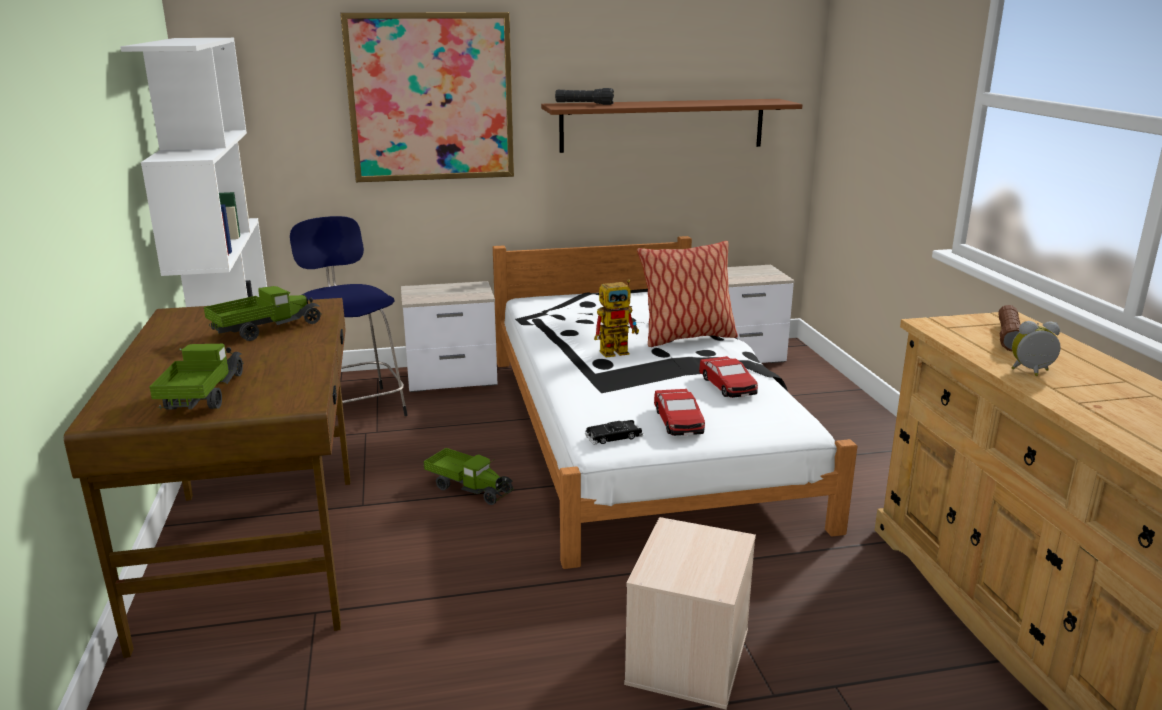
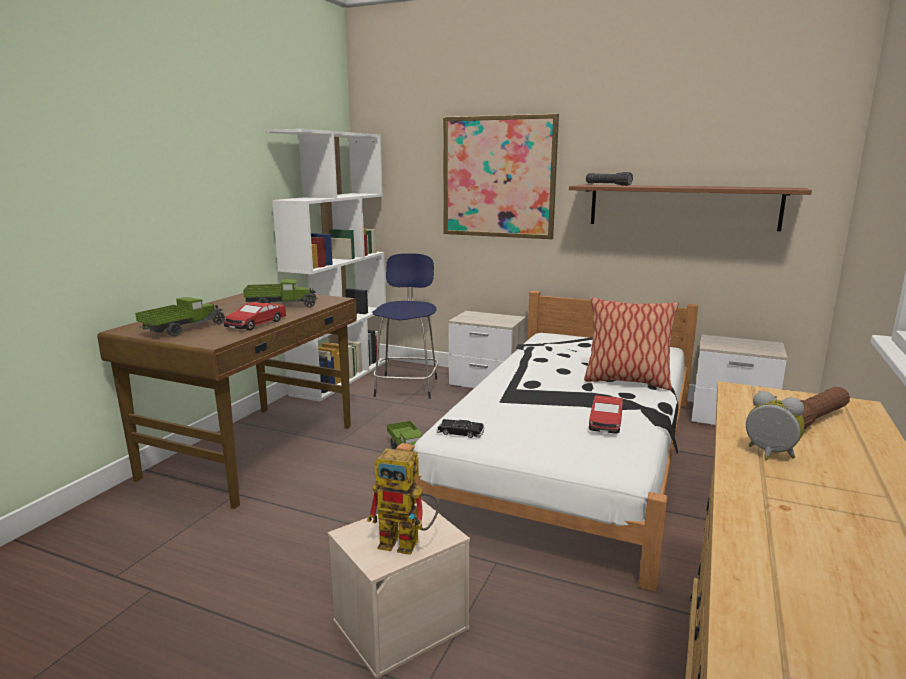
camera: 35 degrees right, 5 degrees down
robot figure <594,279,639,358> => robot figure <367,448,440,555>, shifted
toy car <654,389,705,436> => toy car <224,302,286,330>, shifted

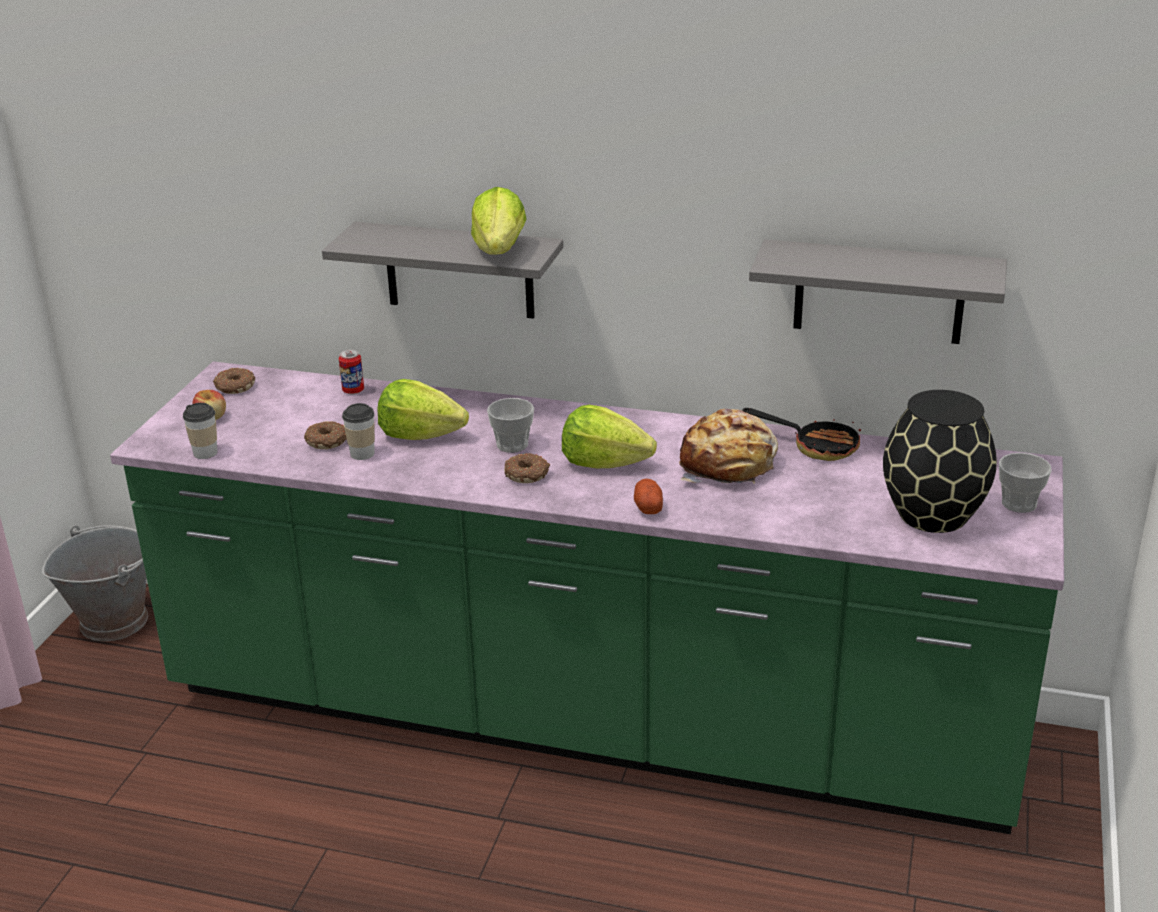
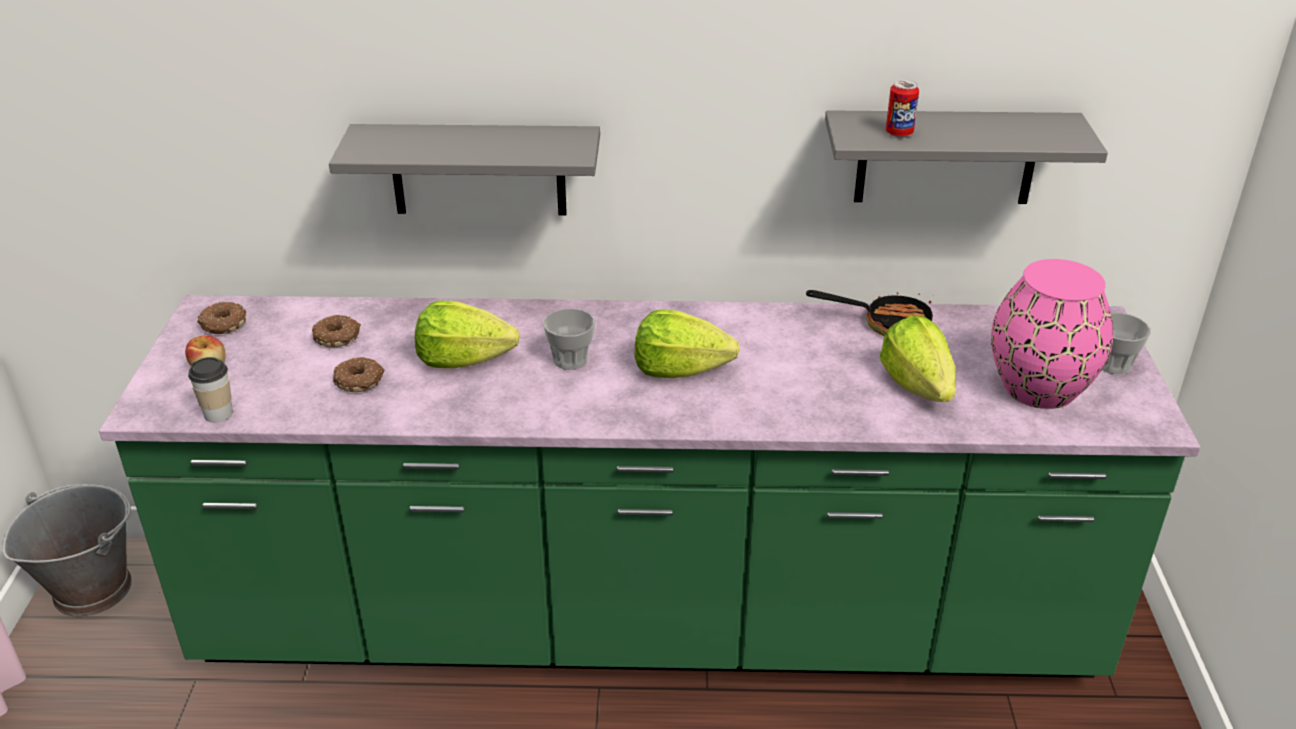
camera: 15 degrees left, 5 degrees up
can <339,350,364,395> => can <886,79,919,137>, shifted
drinking cup <342,403,375,460> => nothing
lettuce <471,187,526,255> => lettuce <880,316,956,402>, shifted
doughnut <504,453,551,483> => doughnut <312,315,361,347>, shifted
spud <634,479,663,514> => nothing
bakery bread <679,409,778,484> => nothing
black-coloured vase <883,390,997,533> => pink vase <991,259,1113,409>

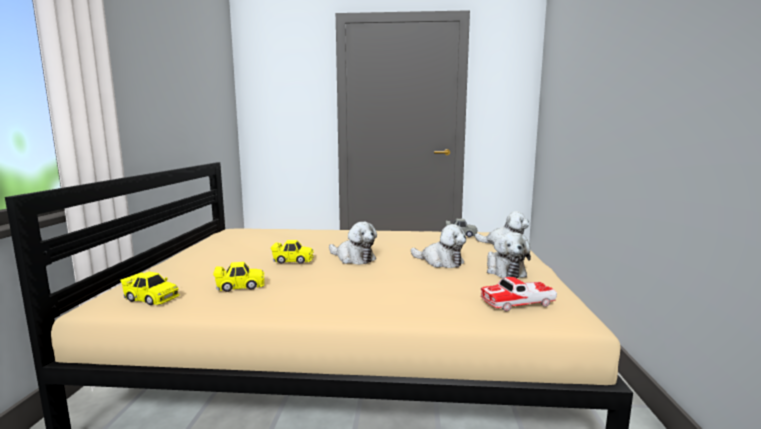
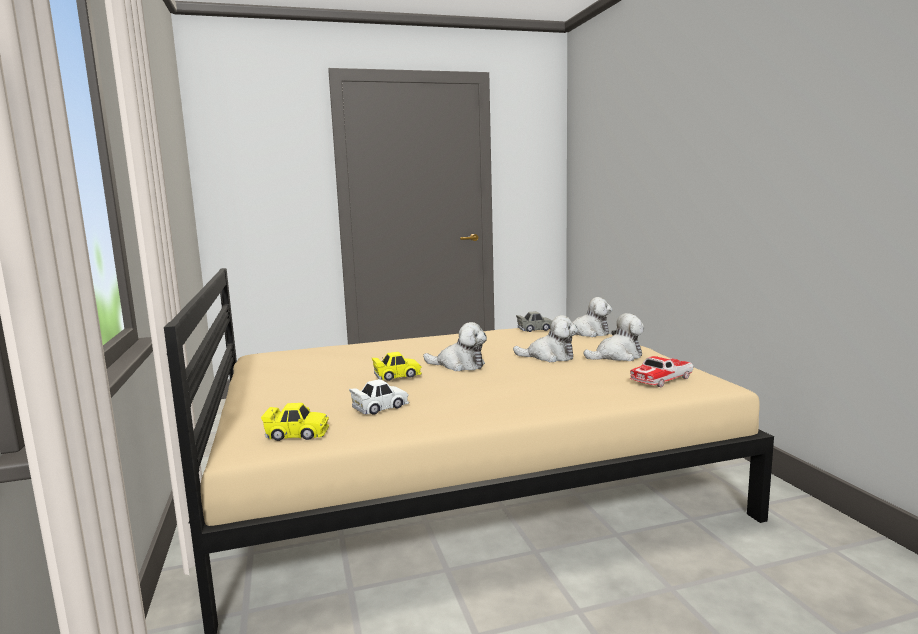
camera: 20 degrees left, 0 degrees up
yellow-coloured toy car <213,262,265,292> => whitish toy car <349,379,409,415>
soft toy <487,232,531,278> => soft toy <583,313,644,361>, 75 degrees counterclockwise

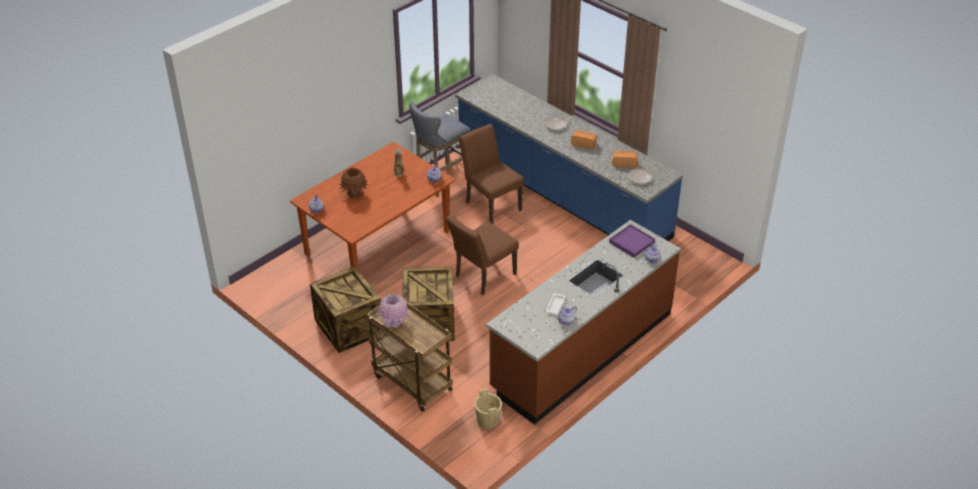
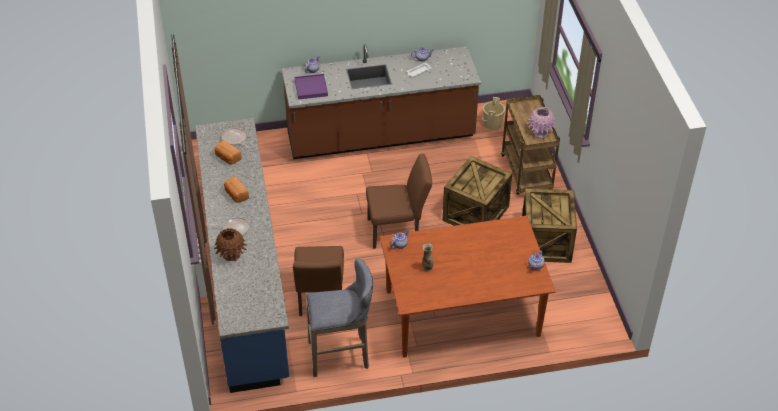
camera: 145 degrees left, 5 degrees up
brown-coloured vase <339,167,368,199> => brown-coloured vase <214,228,247,261>, shifted

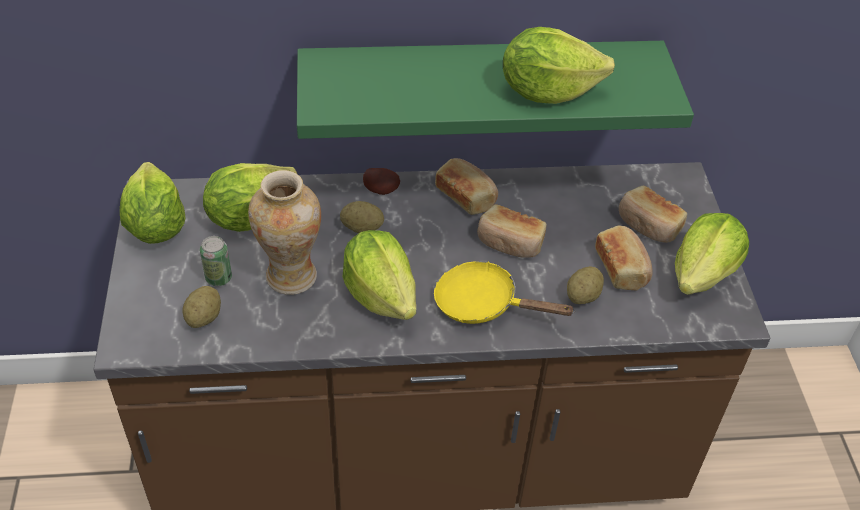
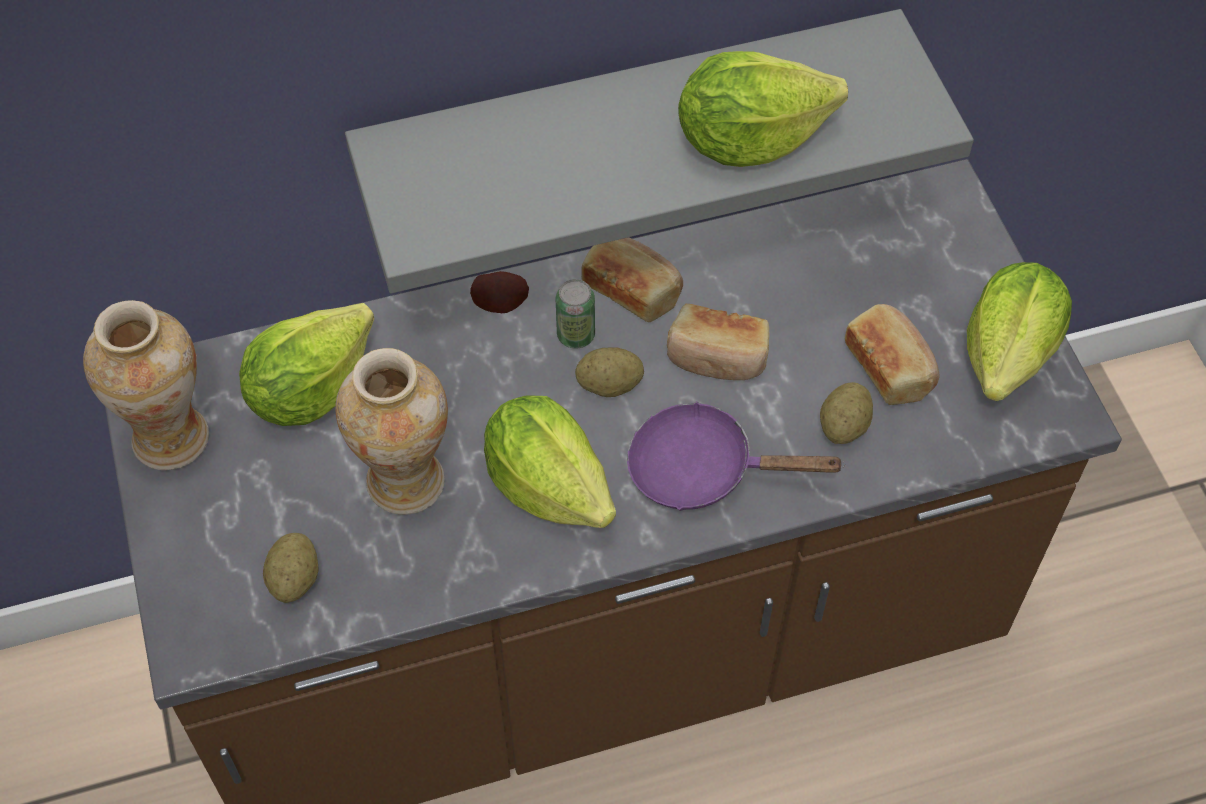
camera: 10 degrees left, 10 degrees up
lettuce <120,162,186,244> => vase <83,300,209,470>
can <200,236,232,286> => can <556,279,595,349>, shifted
green bracket shelf <297,41,694,139> => gray bracket shelf <345,9,974,293>
spud <340,201,384,233> => spud <575,347,644,397>, shifted
yellow-coloured pan <434,261,575,324> => purplish pan <627,401,845,511>
bakery bread <619,186,687,243> => nothing

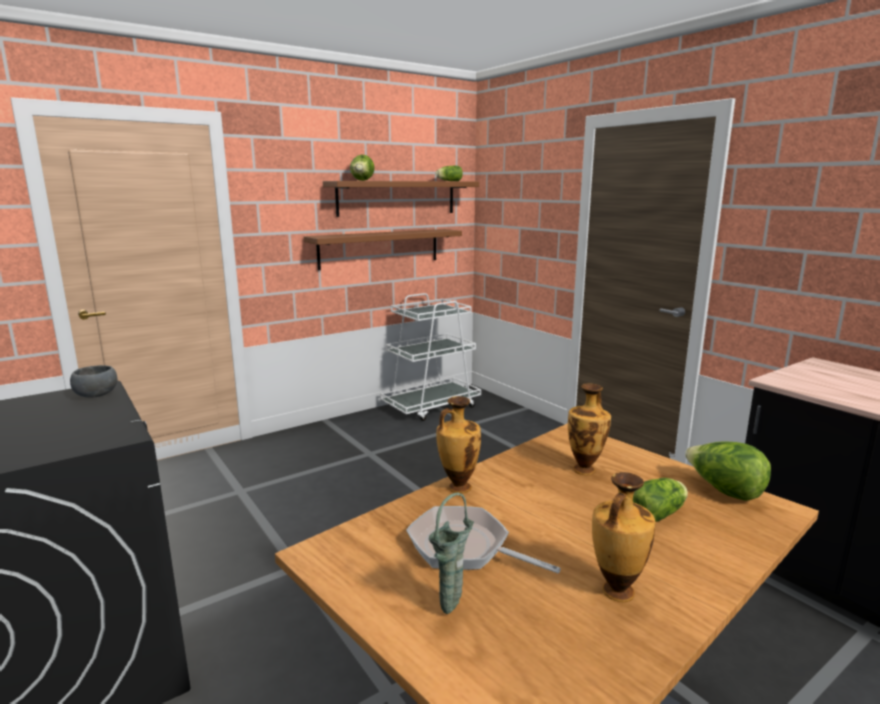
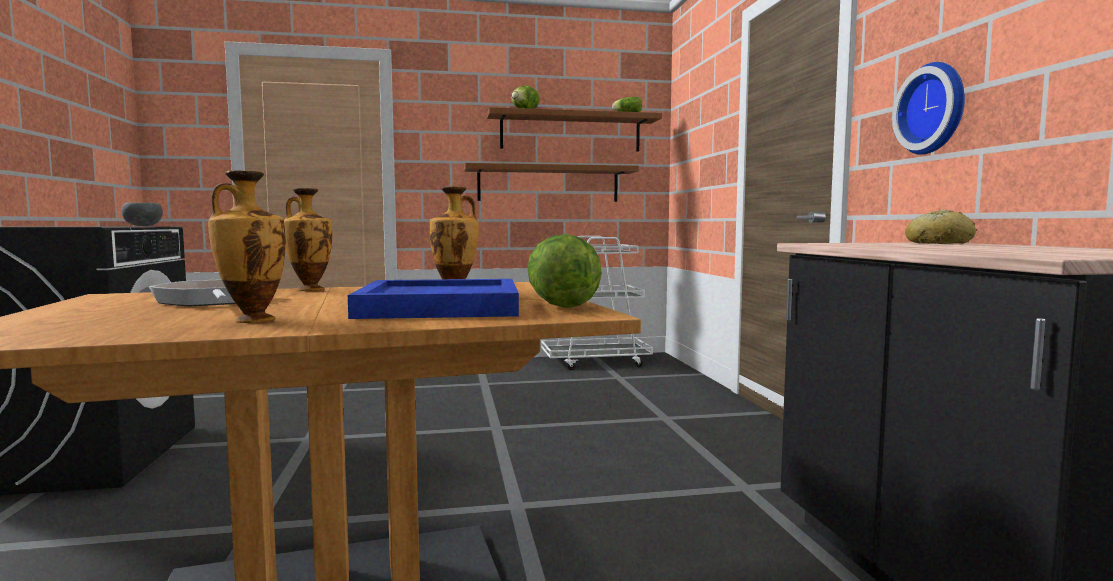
camera: 25 degrees right, 10 degrees down
green vase <429,493,474,614> => nothing
lettuce <633,478,688,522> => blue serving tray <348,279,519,319>
nothing => clock on the wall <892,62,965,155>
nothing => bakery bread <905,210,976,244>

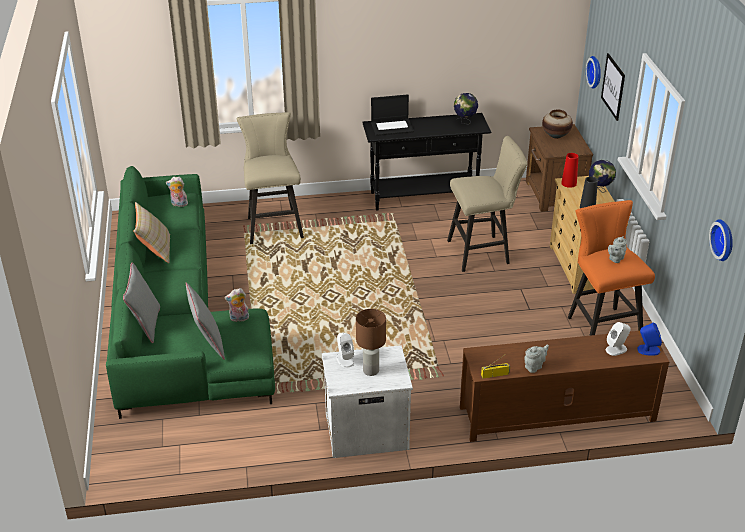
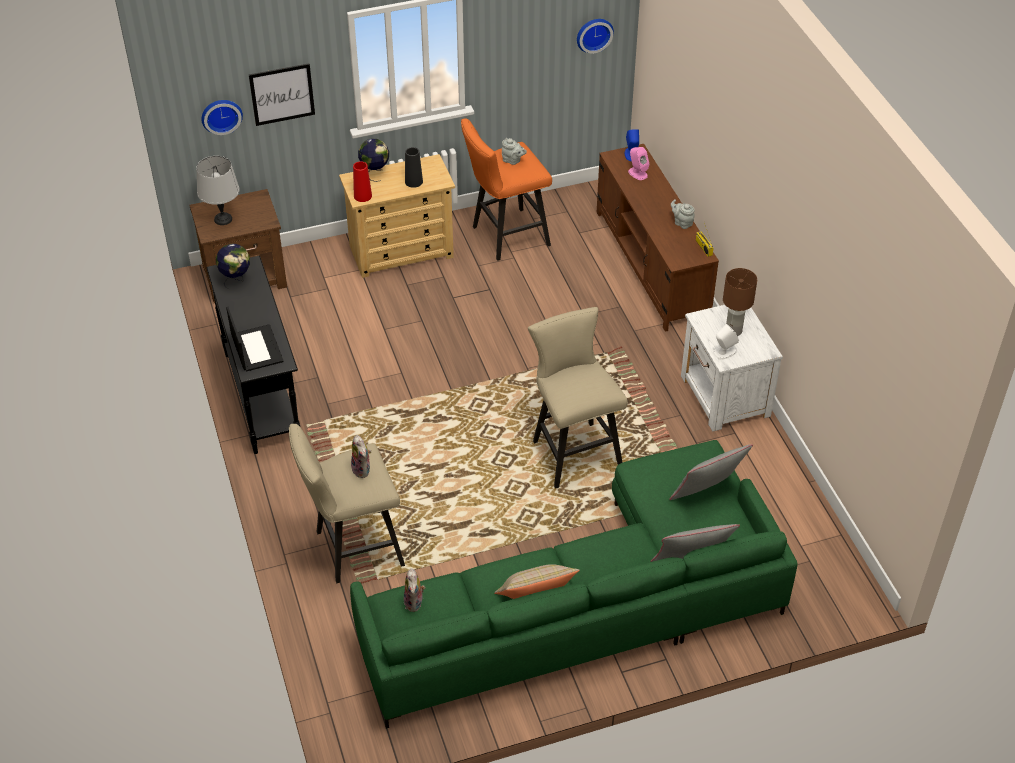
camera: 100 degrees left, 10 degrees up
soft toy <224,288,249,322> => soft toy <351,435,371,478>, shifted
sand-coloured sitting stool <447,136,527,272> => sand-coloured sitting stool <528,307,628,489>, shifted
vase <542,110,573,139> => gray tabletop lamp <196,156,239,225>
whitish loudspeaker <606,322,631,356> => pink loudspeaker <628,147,649,180>

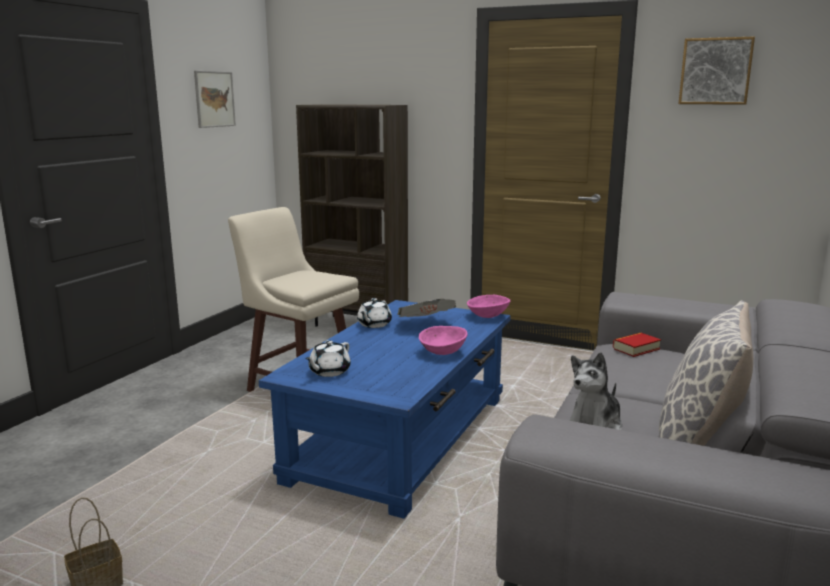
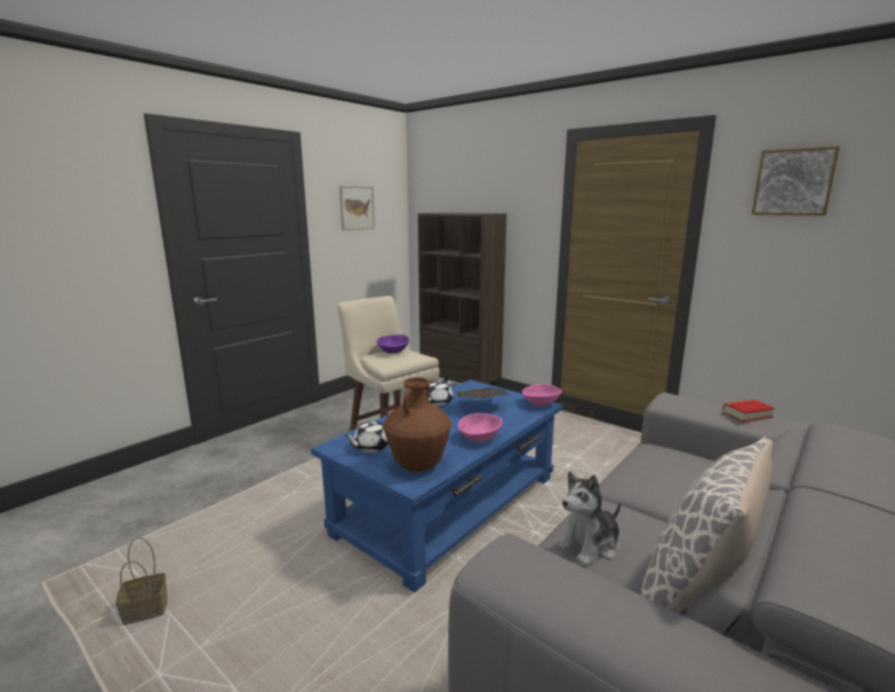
camera: 15 degrees right, 0 degrees up
book <613,333,661,357> => book <722,399,775,422>, shifted
nothing => purplish deep dish <377,335,410,354>
nothing => brown-coloured vase <383,377,451,472>

